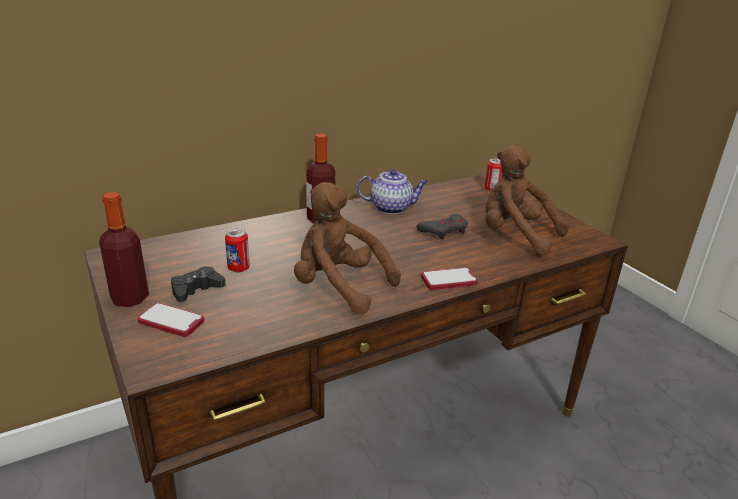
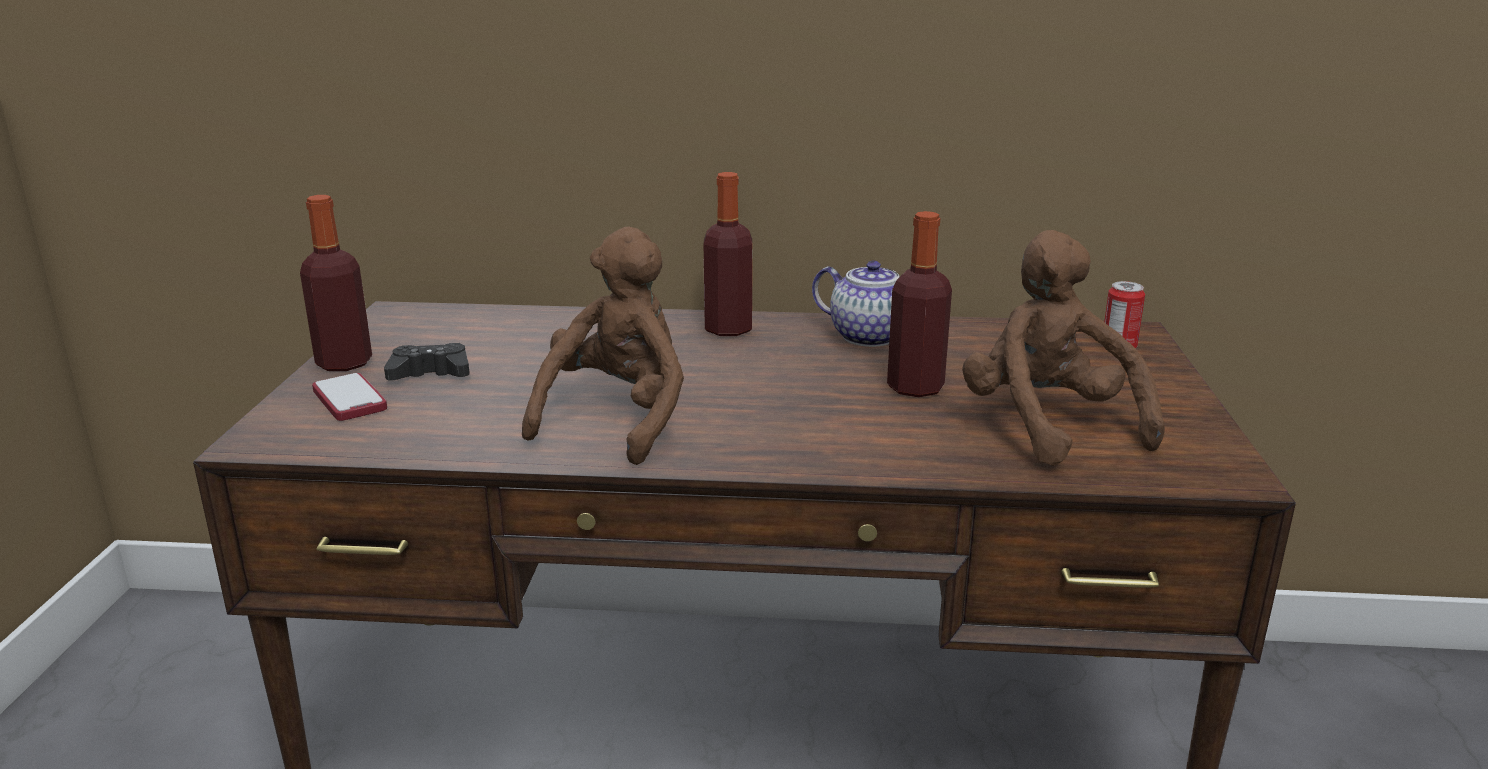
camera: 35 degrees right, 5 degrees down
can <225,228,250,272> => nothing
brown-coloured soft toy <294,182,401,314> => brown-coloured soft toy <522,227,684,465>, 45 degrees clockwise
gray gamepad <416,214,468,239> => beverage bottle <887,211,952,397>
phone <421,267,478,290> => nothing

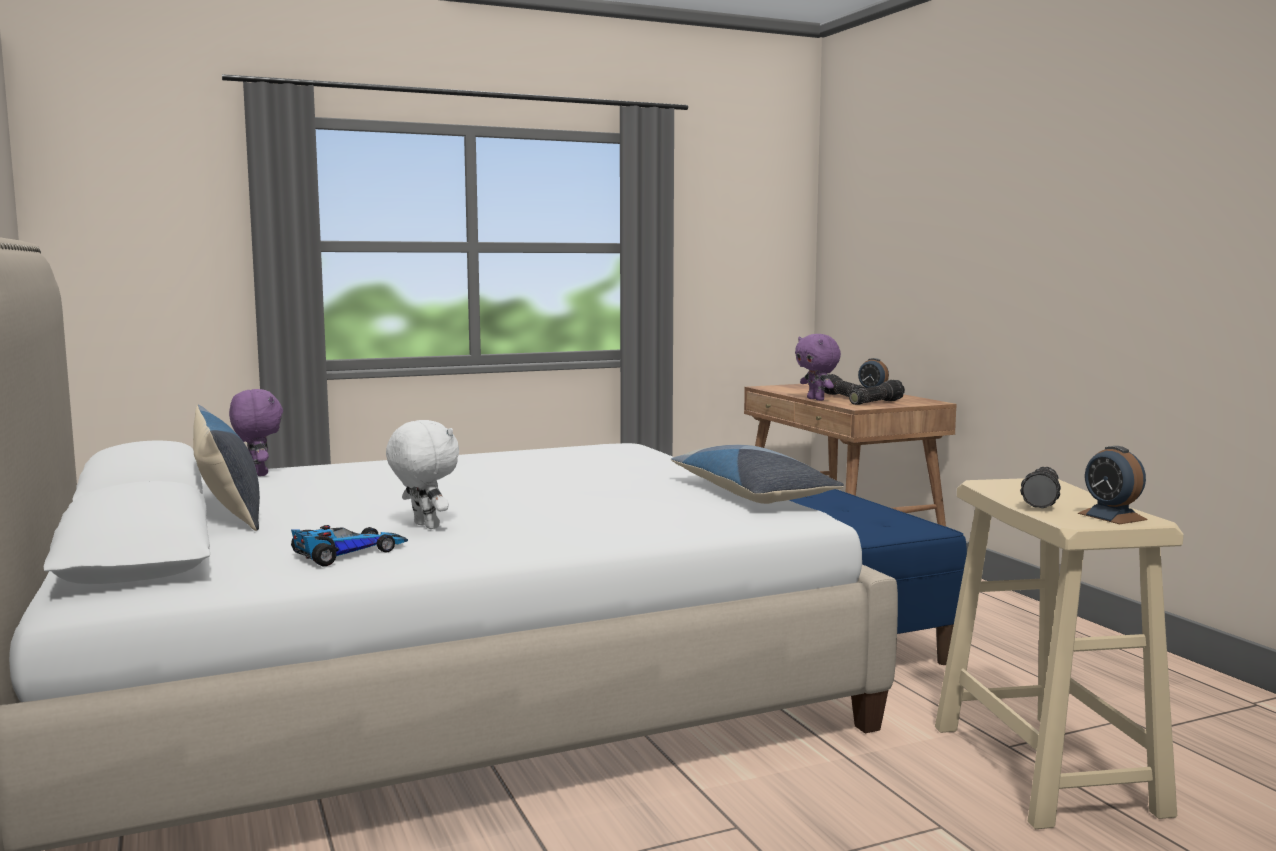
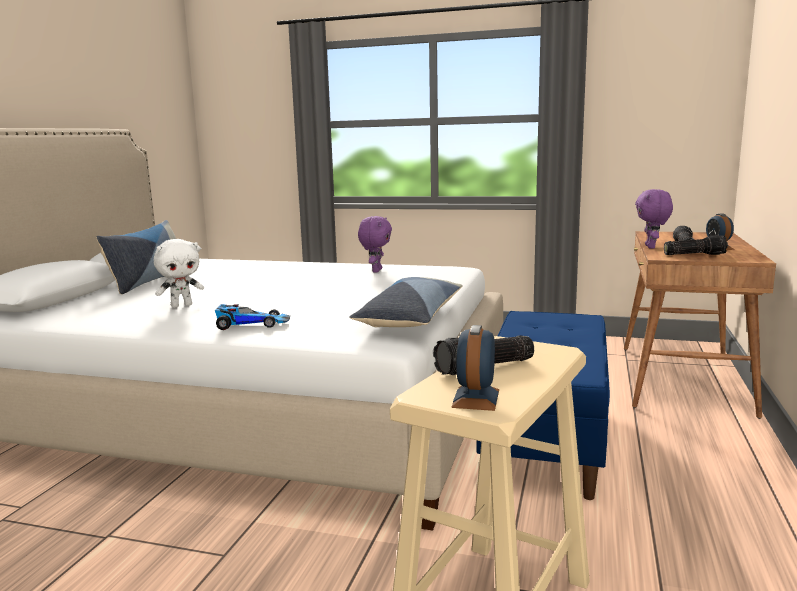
camera: 40 degrees right, 5 degrees up
purplish soft toy <229,389,283,476> => purplish soft toy <358,216,392,272>, shifted
toy car <291,525,408,566> => toy car <215,304,290,330>, shifted
whitish soft toy <386,420,459,529> => whitish soft toy <154,239,204,308>, 60 degrees clockwise

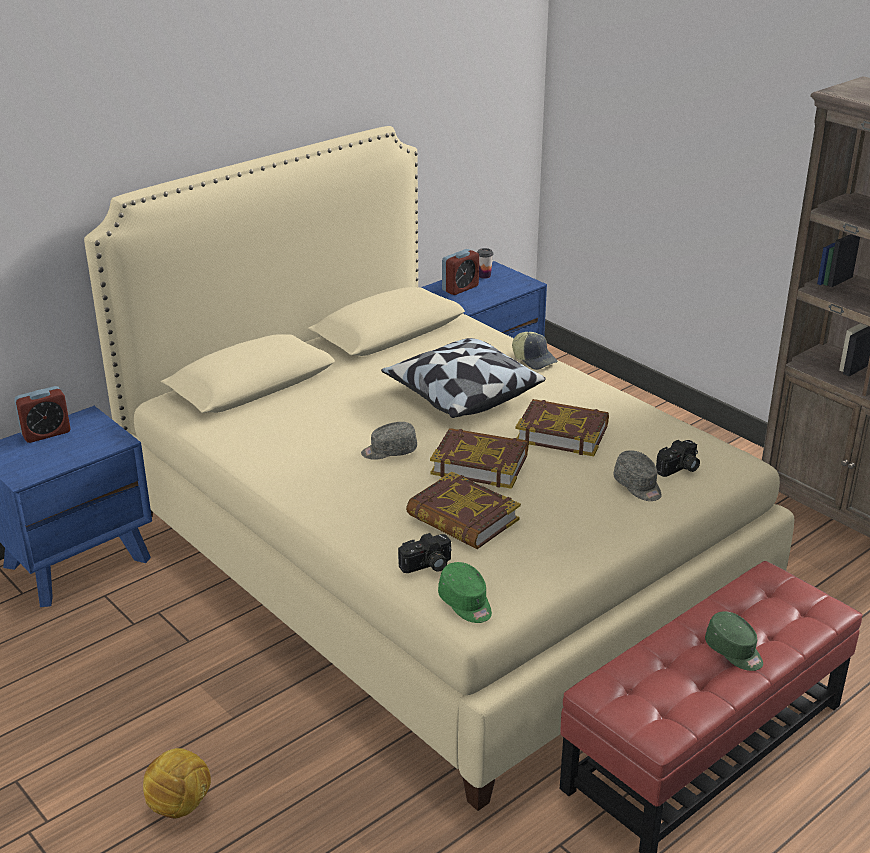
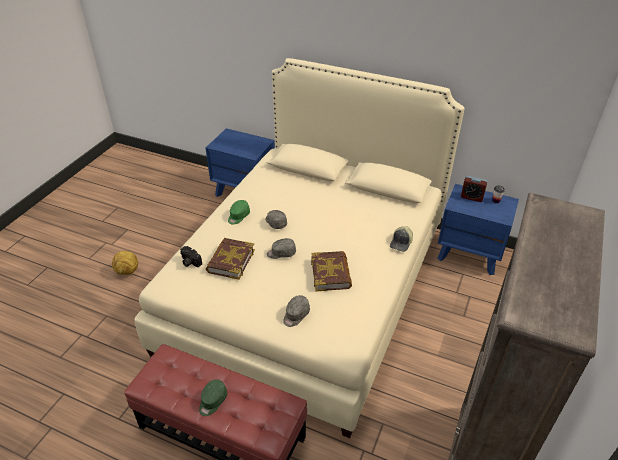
camera: 65 degrees right, 10 degrees up
table clock <14,386,71,443> => nothing
throw pillow <381,338,546,418> => nothing
book <430,428,529,489> => gray peaked cap <267,238,296,259>
green peaked cap <438,562,492,623> => green peaked cap <228,200,250,224>, shifted
photo camera <656,440,700,477> => nothing

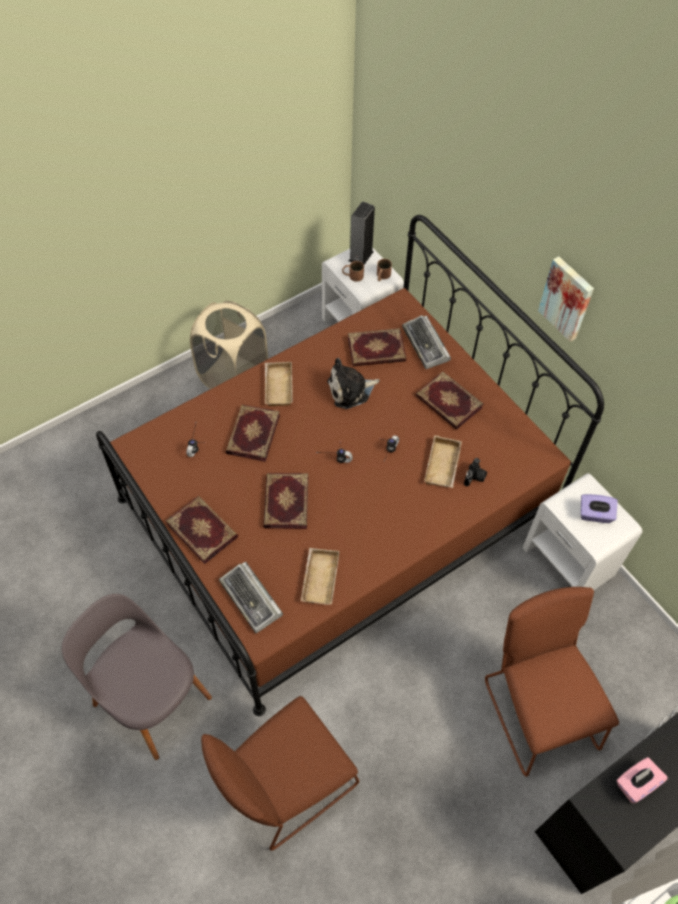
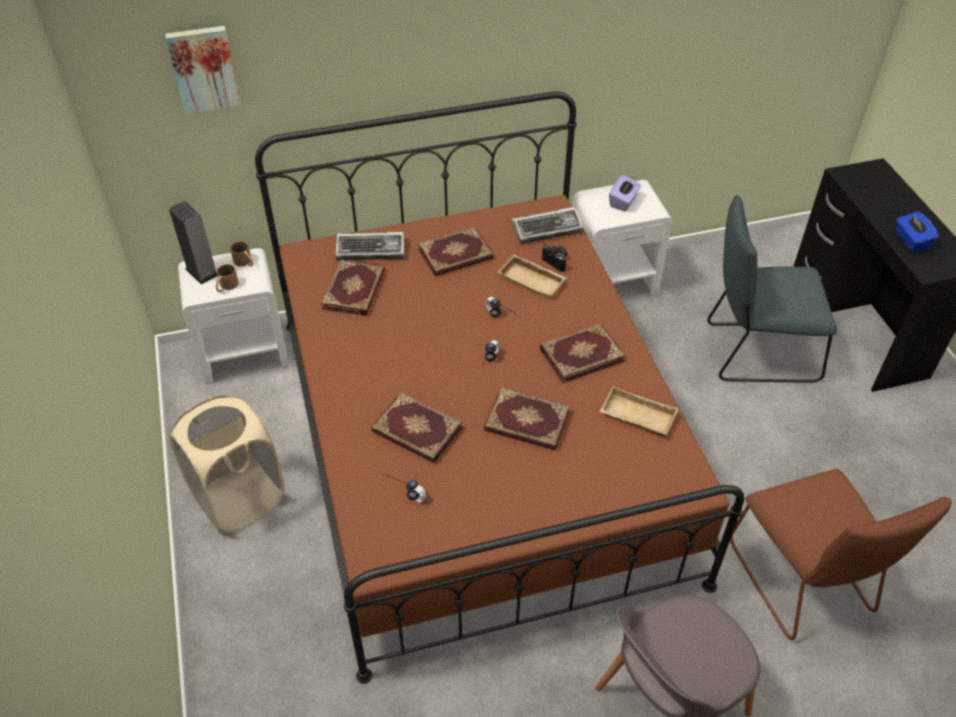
camera: 70 degrees left, 10 degrees down
book <166,496,238,564> => book <540,324,625,383>, shifted
computer keyboard <219,562,283,633> => computer keyboard <511,207,584,244>, shifted
sand-coloured serving tray <264,362,293,406> => nothing
soft toy <327,358,380,409> => nothing
brown-coloured upright chair <485,587,619,777> => gray upright chair <707,196,837,383>
wall art <538,256,594,342> => wall art <165,26,241,114>, shifted
pink tissue box <617,757,668,803> => blue tissue box <896,211,939,251>

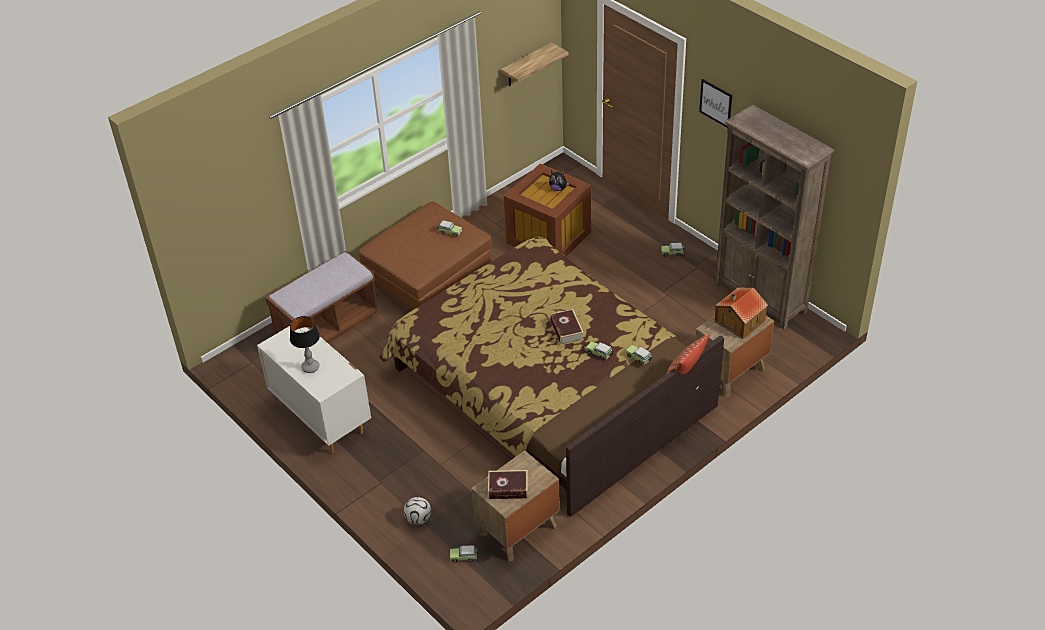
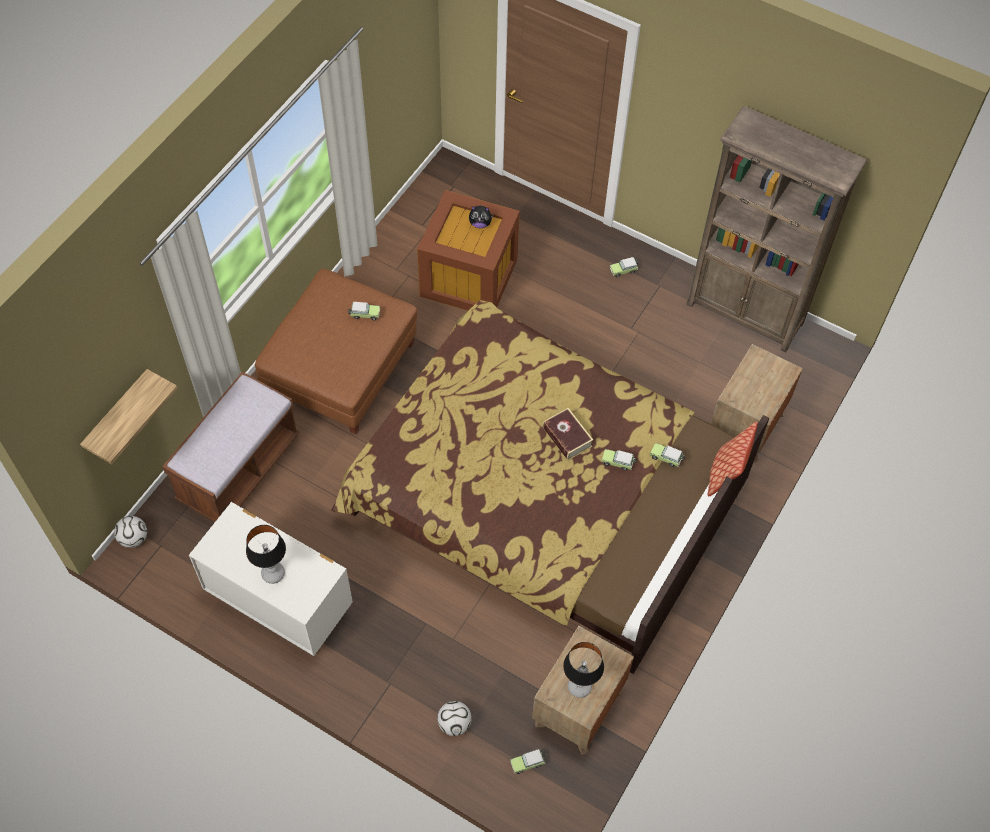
camera: 20 degrees left, 15 degrees up
book <488,470,528,499> => tabletop lamp <563,642,604,698>
bracket shelf <501,42,569,86> => bracket shelf <80,369,178,464>, shifted
wall art <699,79,733,128> => nothing
miniature house <714,288,768,339> => nothing
nothing => football ball <114,516,147,548>

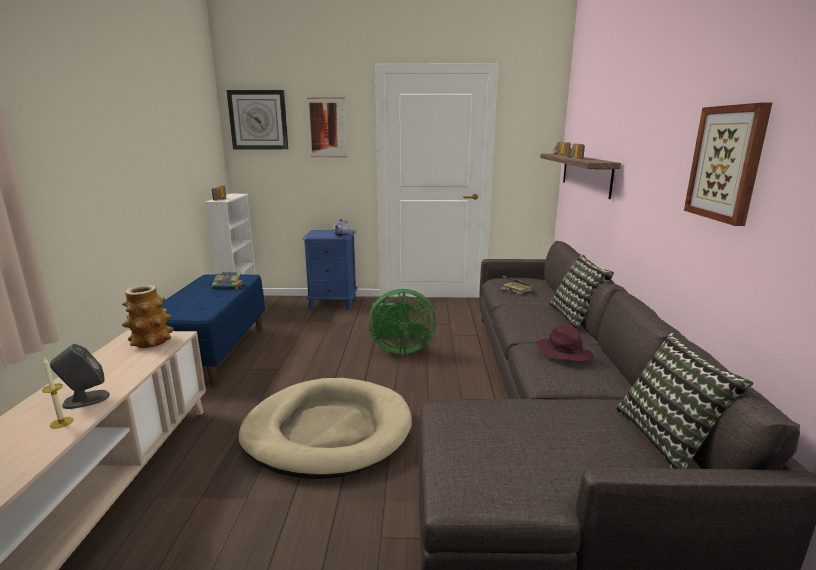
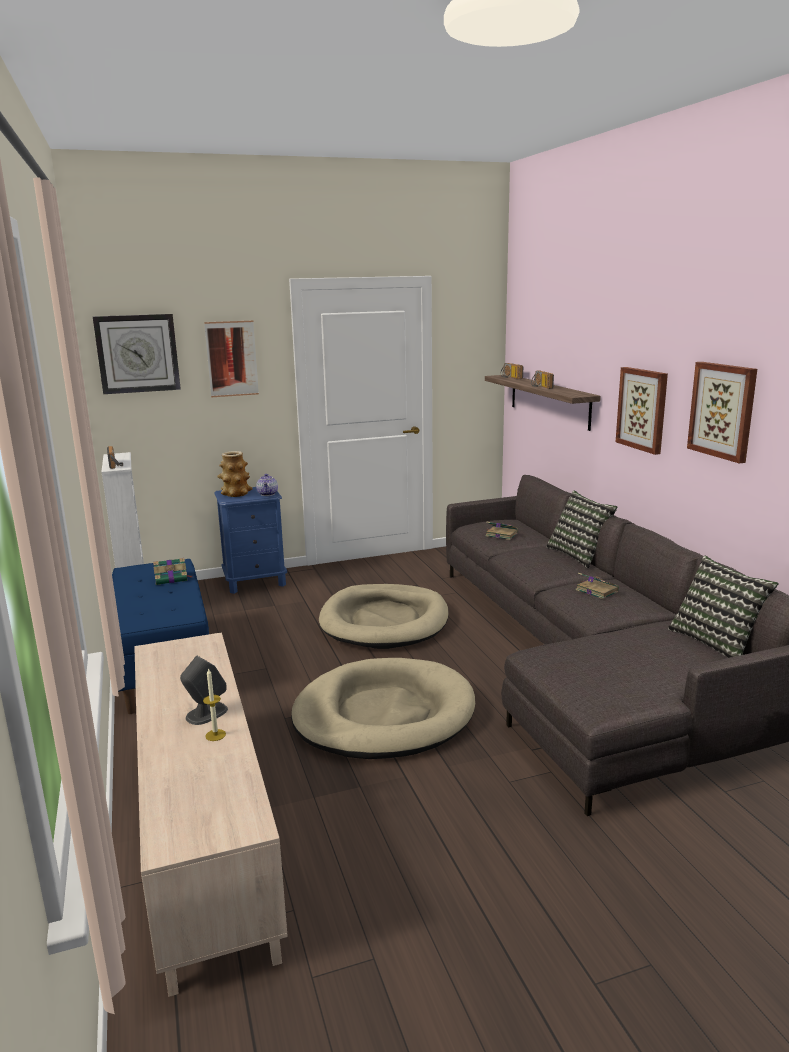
camera: 20 degrees left, 0 degrees up
vase <122,285,174,348> => vase <217,451,253,497>, shifted
green electric fan <368,289,436,354> => sand-coloured pet bed <319,584,449,649>
purplish hat <537,325,594,361> => book <576,573,619,599>
nothing => wall art <616,367,668,455>

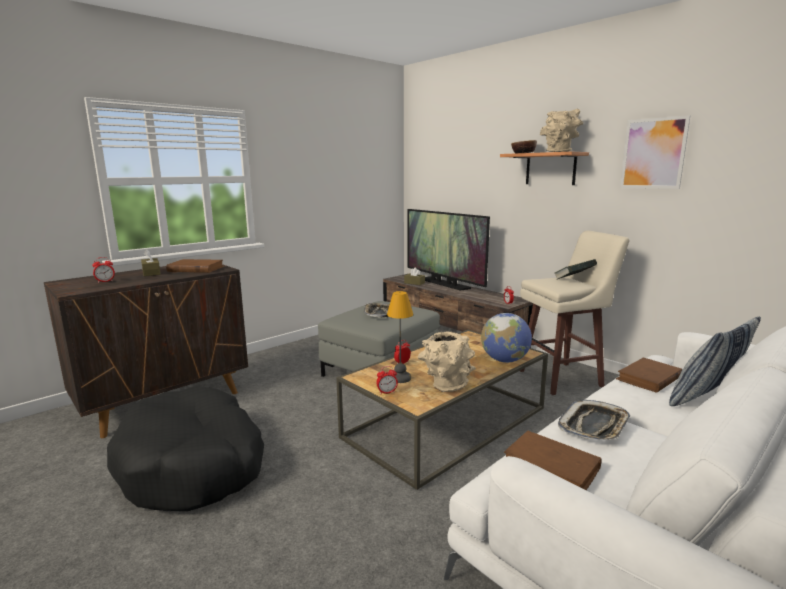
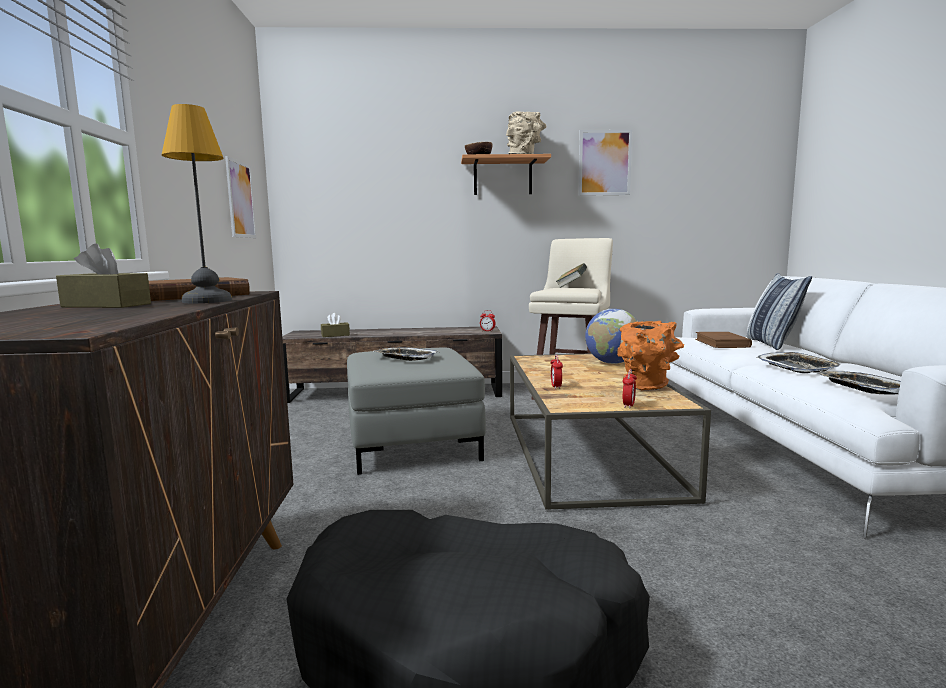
camera: 50 degrees left, 5 degrees down
table clock <92,257,115,283> => nothing
tabletop lamp <387,291,413,383> => tabletop lamp <162,104,232,303>, shifted
television <408,209,490,290> => nothing
sand-coloured vase <418,331,476,392> => orangey vase <617,321,684,390>
brown-coloured book <504,431,602,490> => serving tray <816,371,901,394>
nothing => wall art <225,156,256,238>

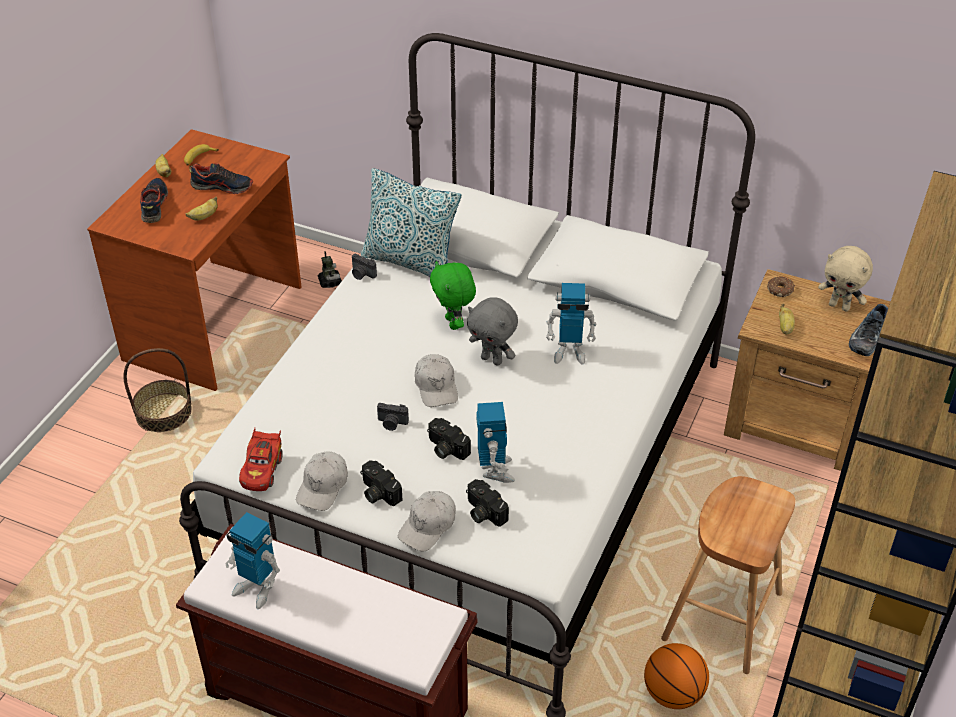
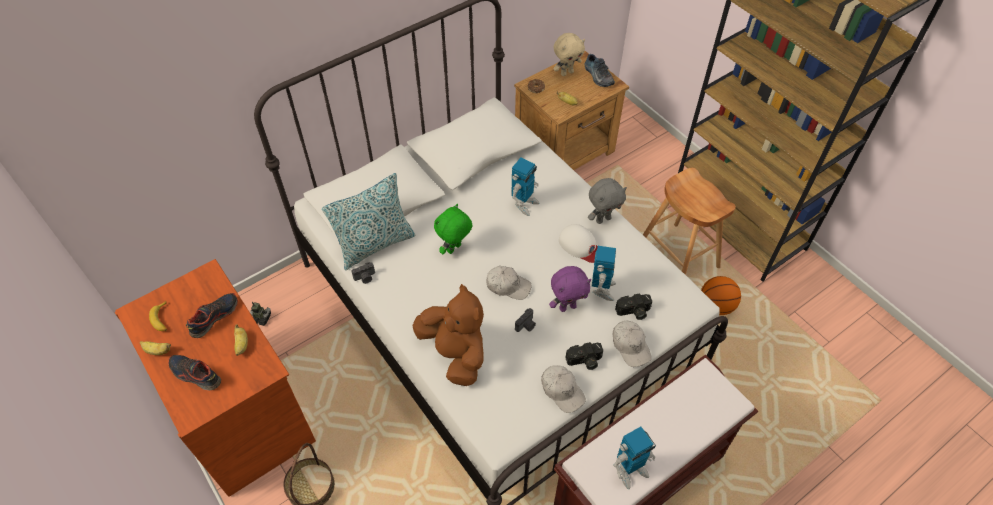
camera: 60 degrees left, 10 degrees up
red-coloured toy car <239,428,283,491> => nothing
photo camera <427,418,471,460> => purplish soft toy <549,266,591,312>
green soft toy <430,261,476,330> => green soft toy <434,204,472,254>, 120 degrees clockwise
gray soft toy <467,297,518,366> => gray soft toy <588,178,627,224>, shifted
robot figure <476,402,515,483> => robot figure <592,246,616,301>, 75 degrees clockwise
nothing => brown-coloured soft toy <412,284,484,386>
nothing => whitish peaked cap <559,224,598,263>

